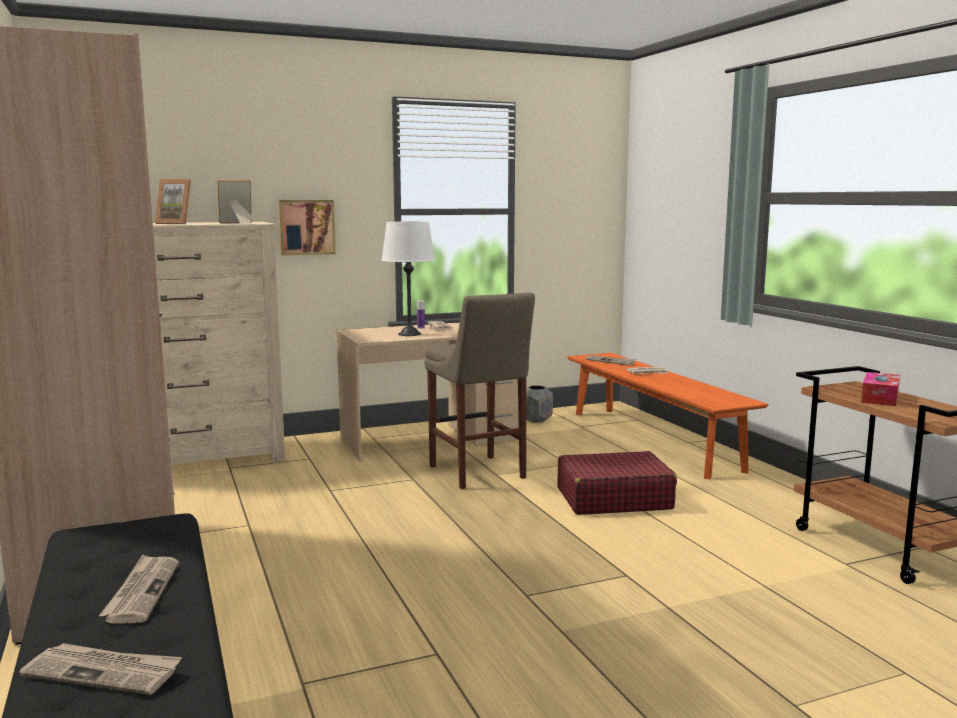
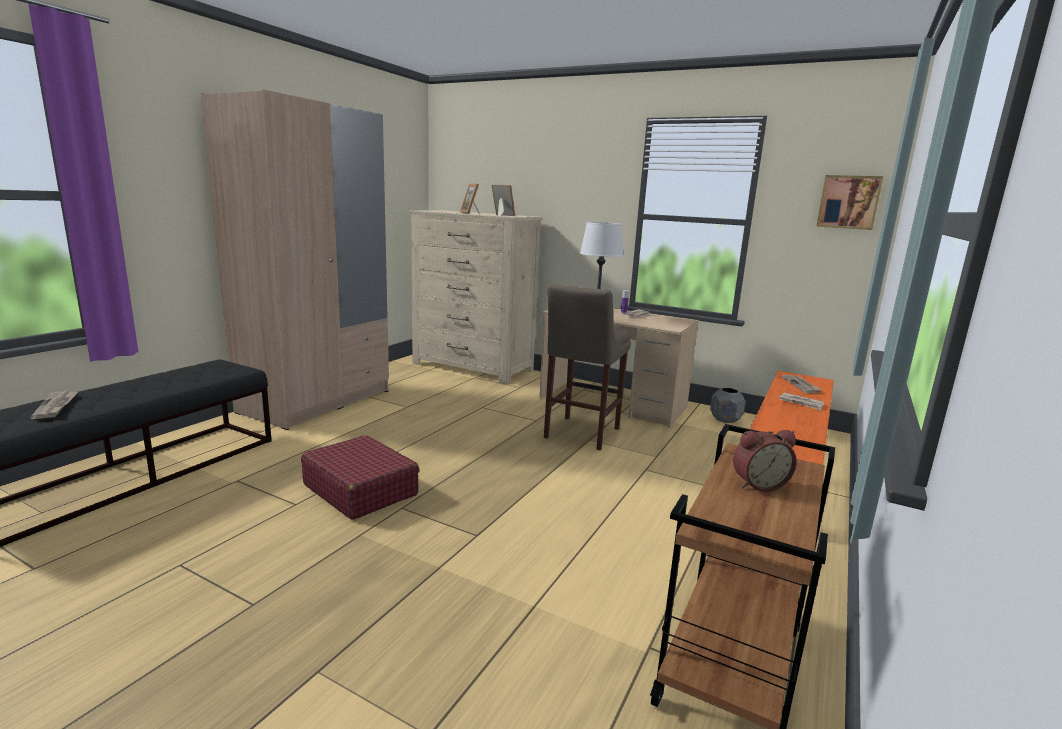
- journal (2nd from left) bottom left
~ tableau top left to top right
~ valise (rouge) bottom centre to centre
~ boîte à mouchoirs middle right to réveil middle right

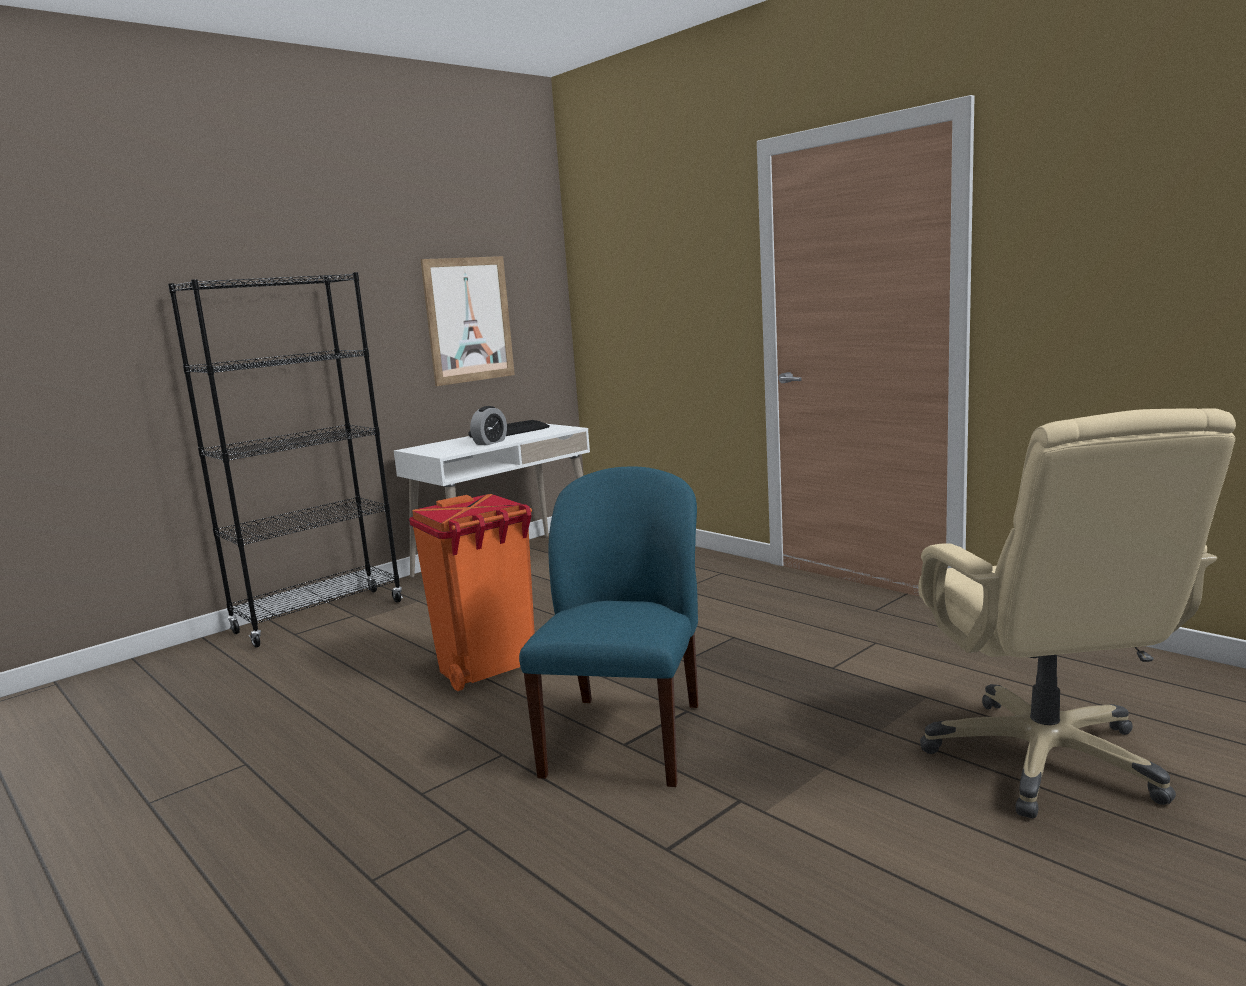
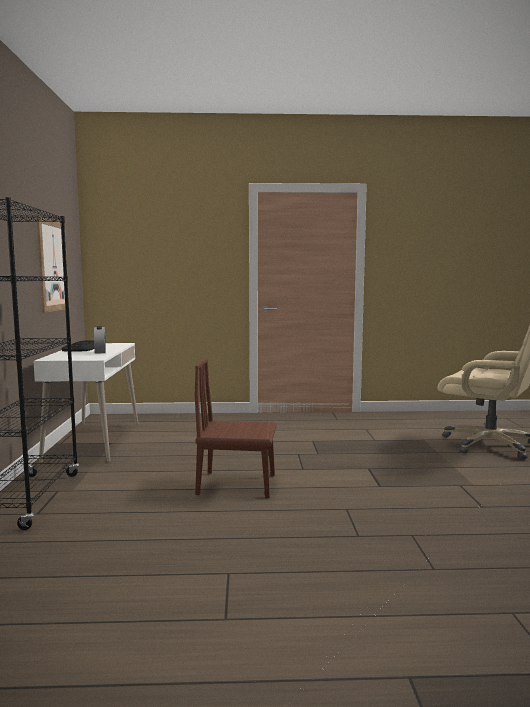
~ poubelle (orange) centre to chaise (marron) centre
- chaise (bleu) centre

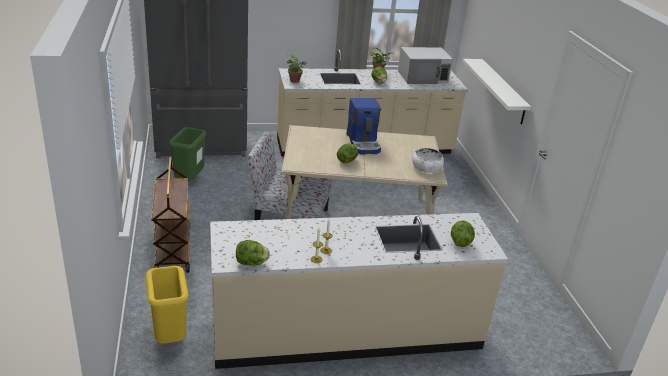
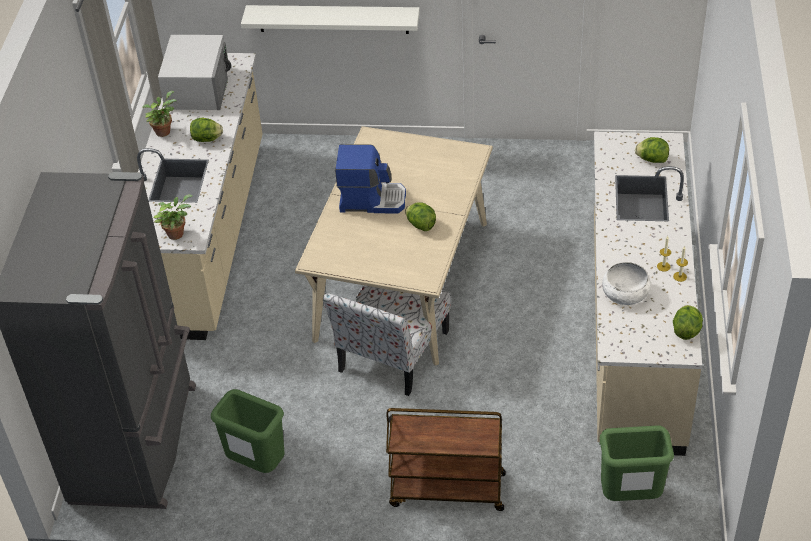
~ poubelle (jaune) bottom left to poubelle (vert) (2nd from left) bottom right
~ bol (blanc) centre to middle right

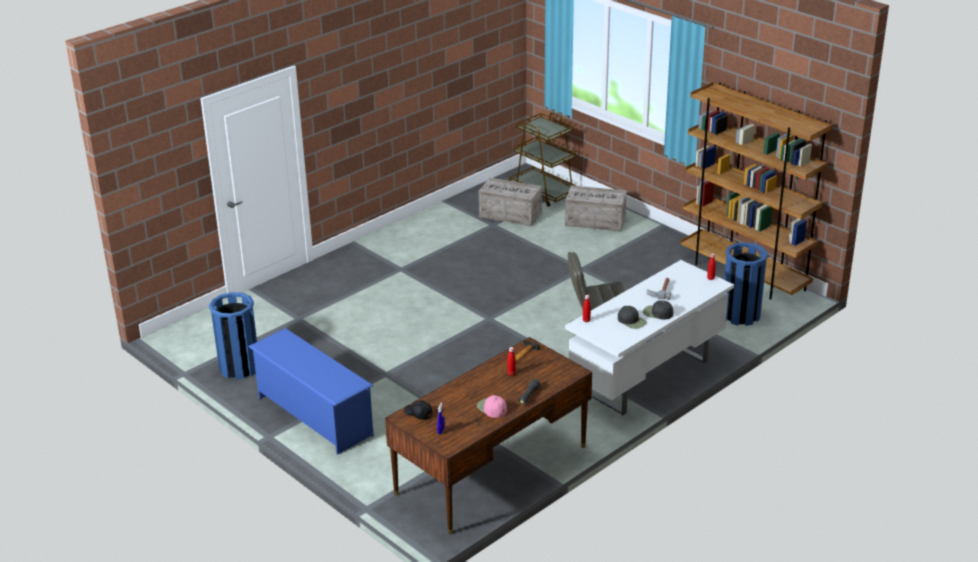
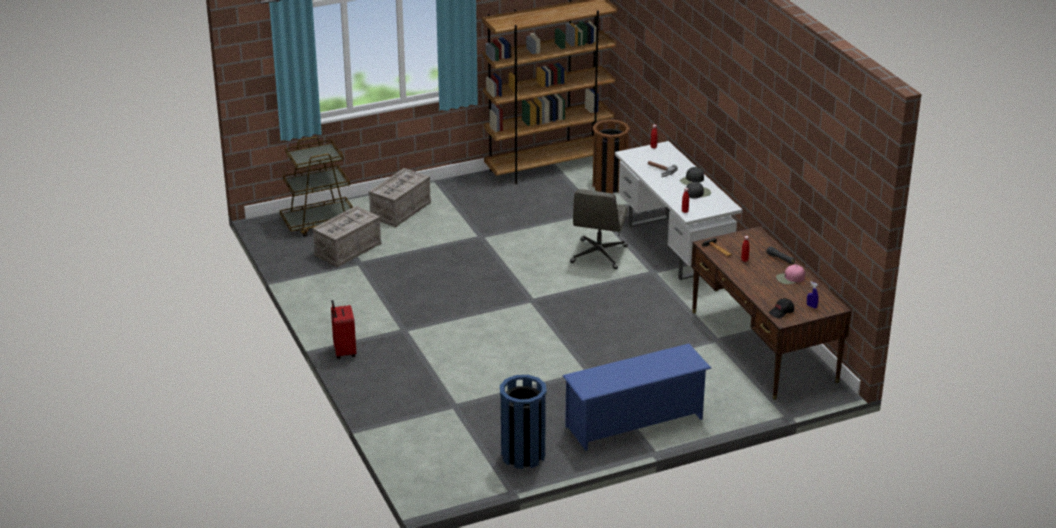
~ poubelle (bleu) (2nd from left) middle right to poubelle (marron) top centre
+ valise (rouge) middle left

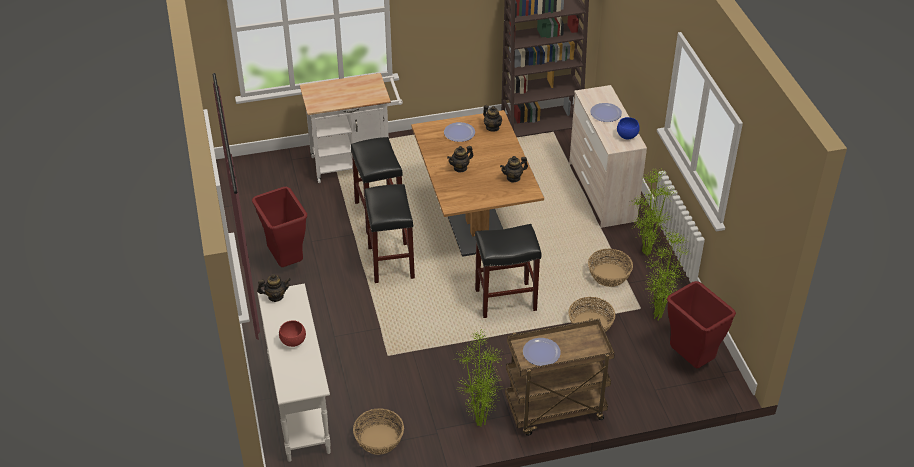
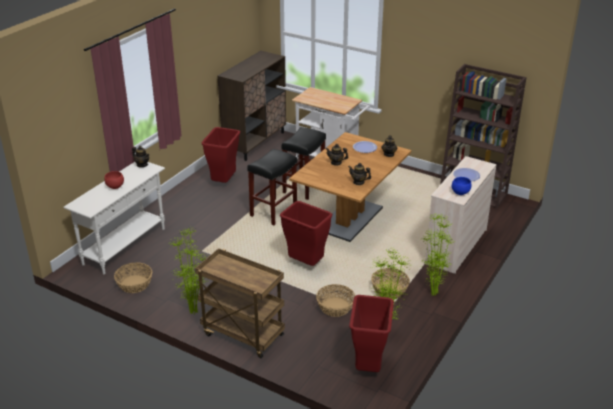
~ tabouret (noir) (3rd from left) centre to poubelle (rouge) (2nd from left) centre
- assiette (2nd from left) bottom centre
+ meuble de rangement (marron) top centre

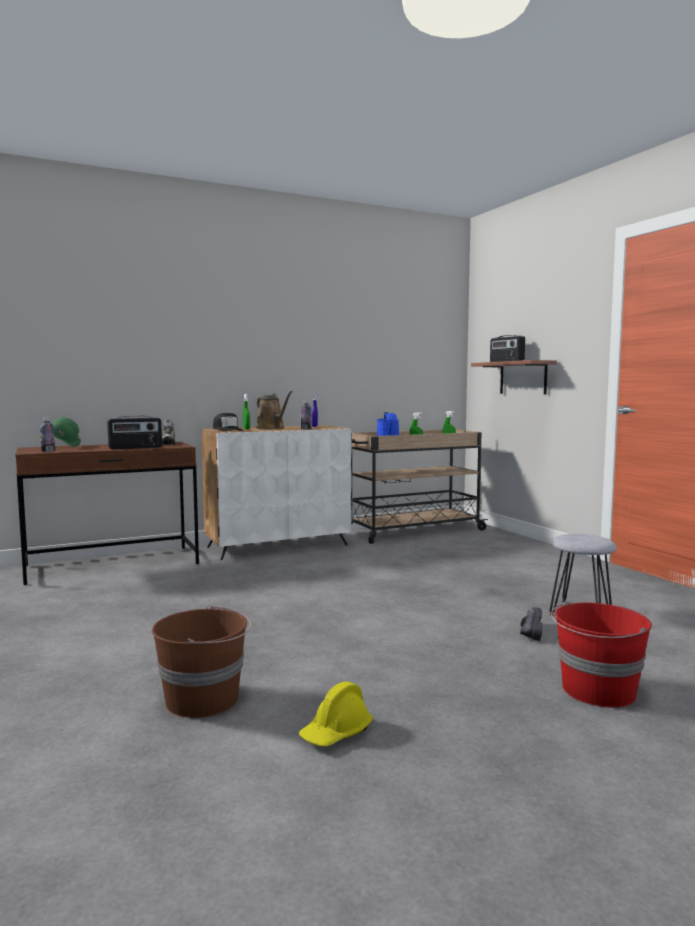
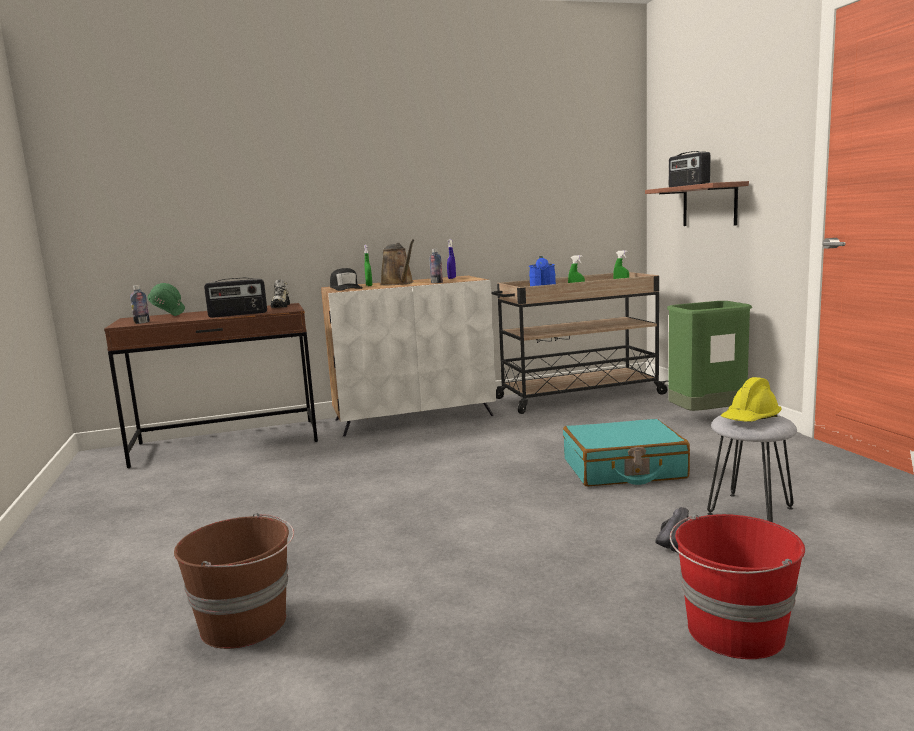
~ casque de chantier (jaune) bottom centre to middle right
+ valise (turquoise) middle right
+ poubelle (vert) middle right

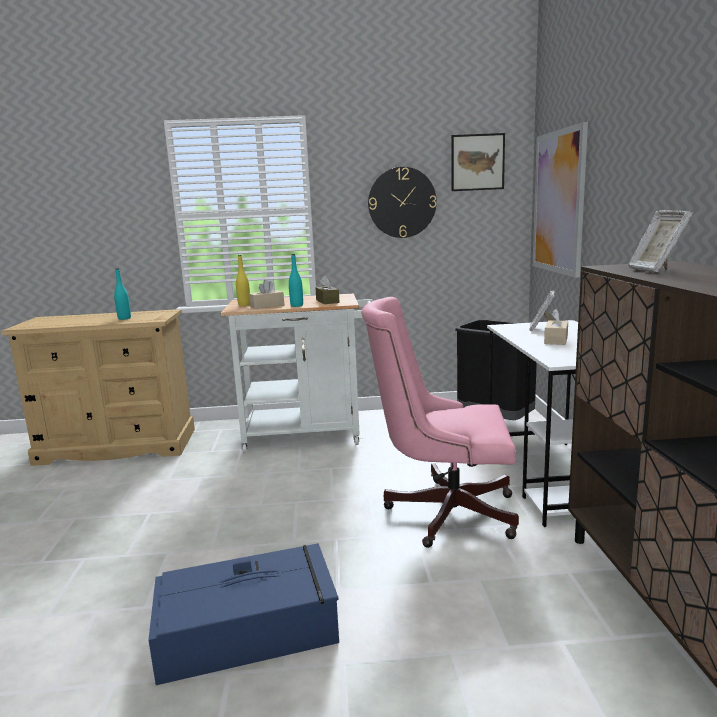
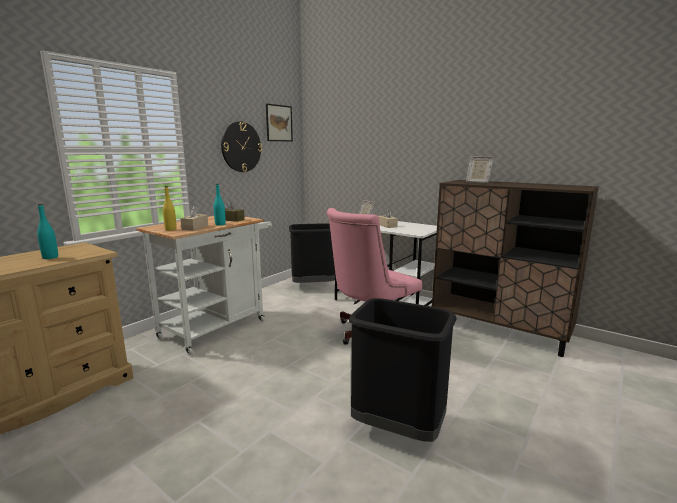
~ boîte de rangement (bleu) bottom centre to poubelle (noir) (2nd from left) bottom centre
- tableau (2nd from left) top right

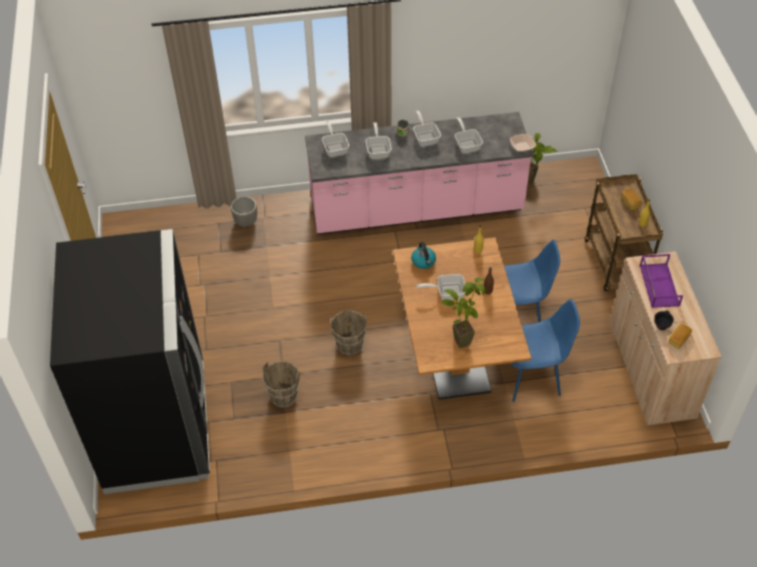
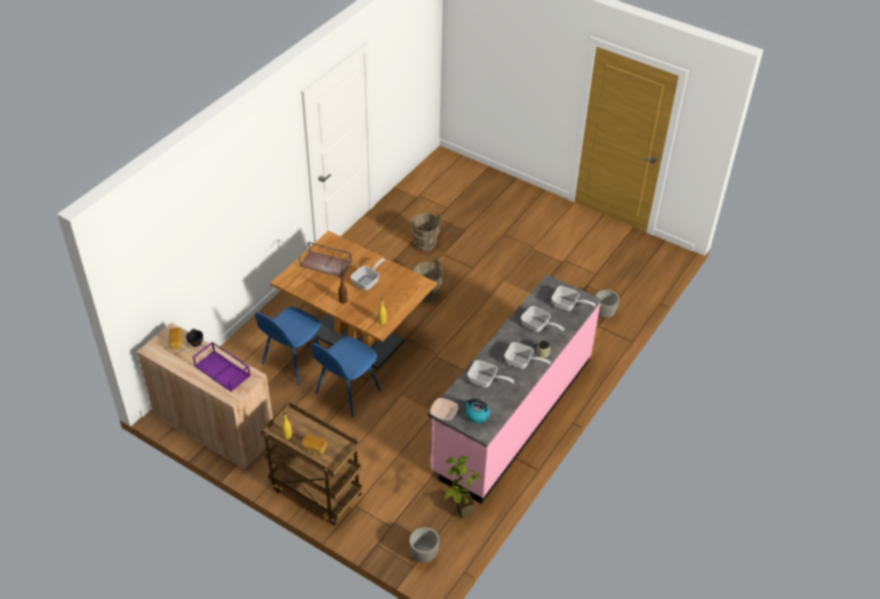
- réfrigérateur (noir) middle left
~ bouilloire centre to bottom centre
~ plante en pot (1st from left) centre to plateau (marron) centre
+ cache-pot (1st from left) bottom centre

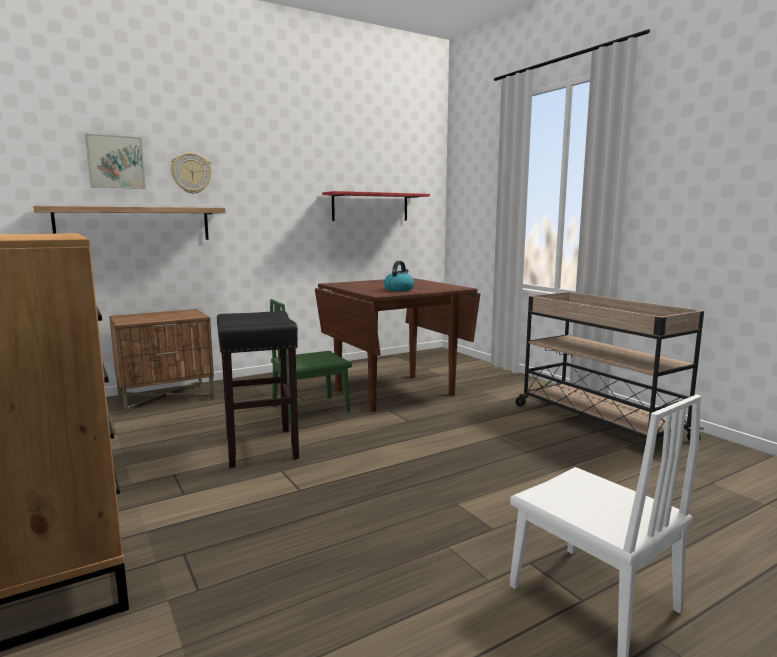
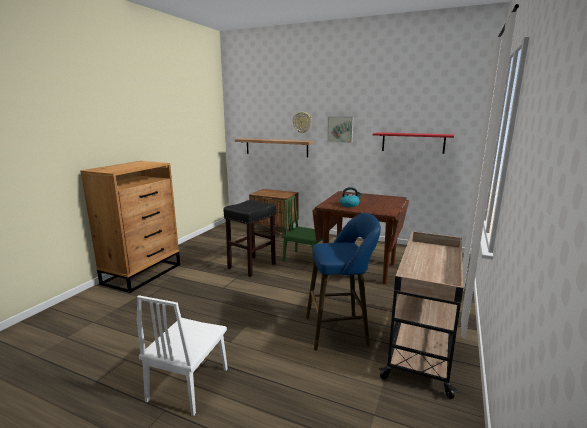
~ tableau top left to top centre
+ tabouret (bleu) centre

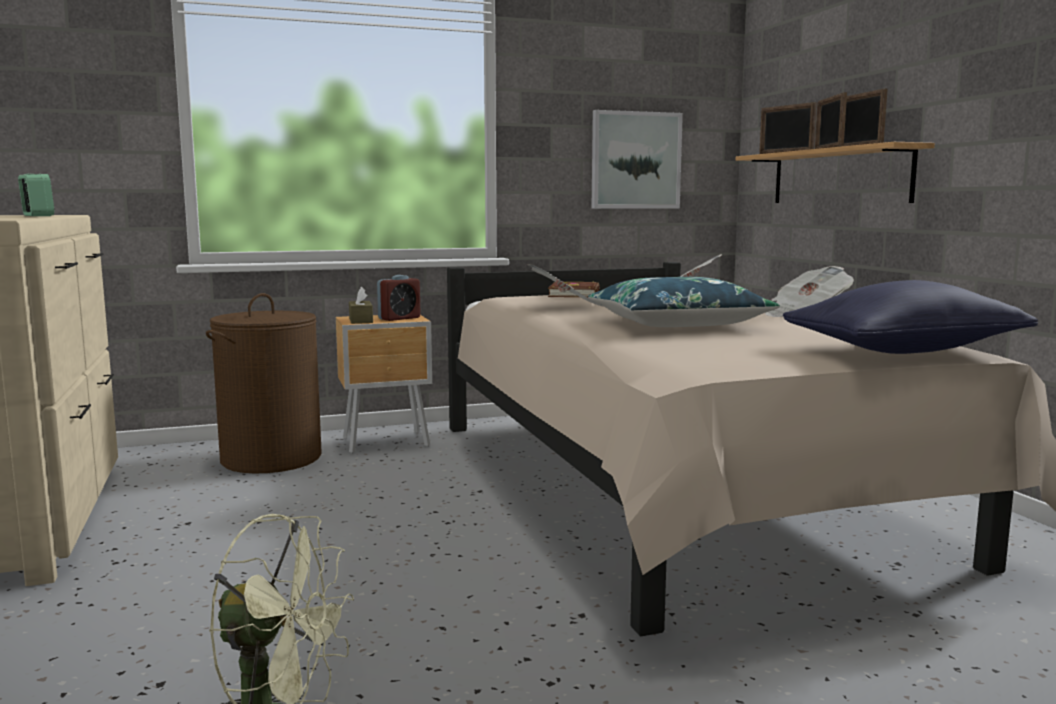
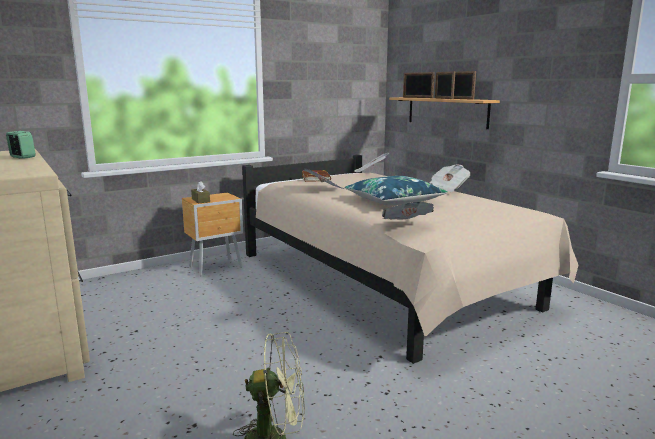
- panier à linge (marron) middle left
- réveil (2nd from left) centre
- tableau top centre
- coussin (bleu) (2nd from left) middle right
+ journal (3rd from left) centre

